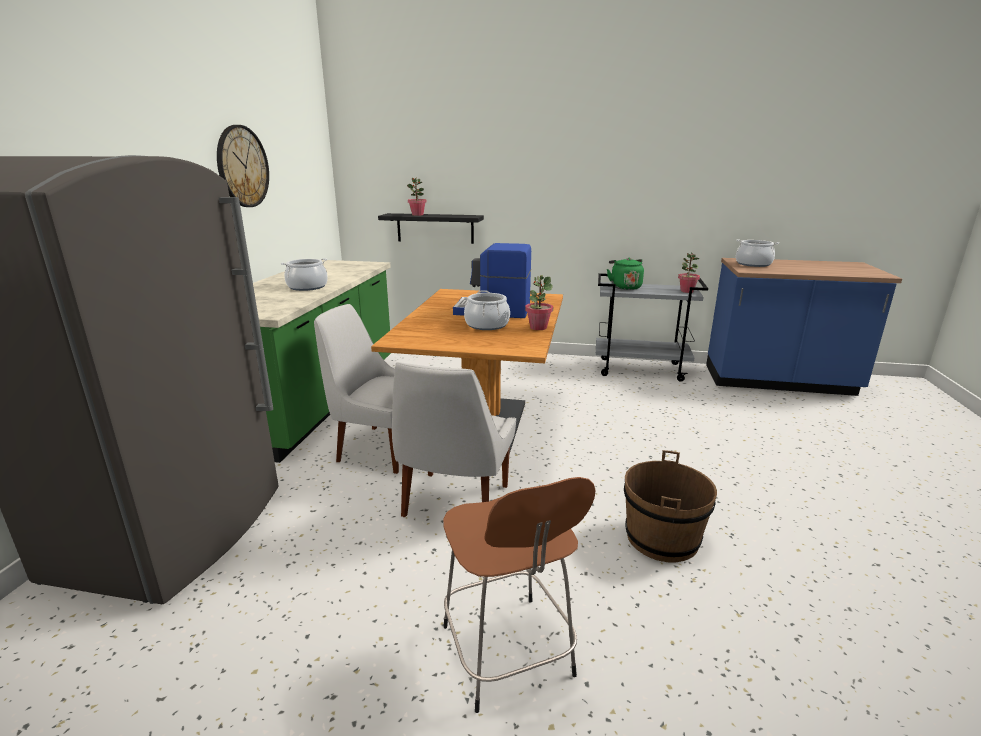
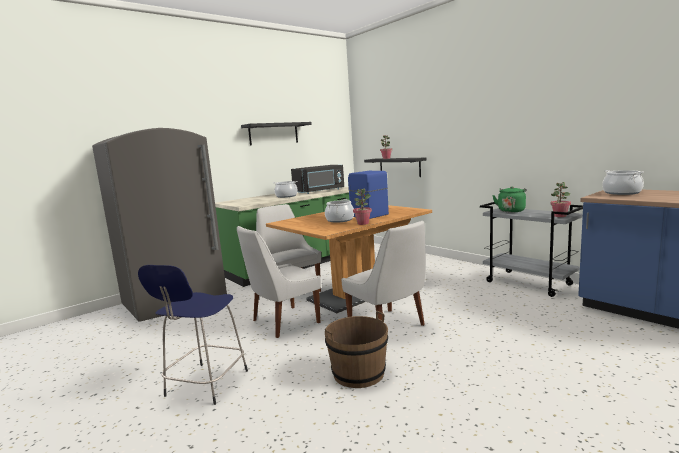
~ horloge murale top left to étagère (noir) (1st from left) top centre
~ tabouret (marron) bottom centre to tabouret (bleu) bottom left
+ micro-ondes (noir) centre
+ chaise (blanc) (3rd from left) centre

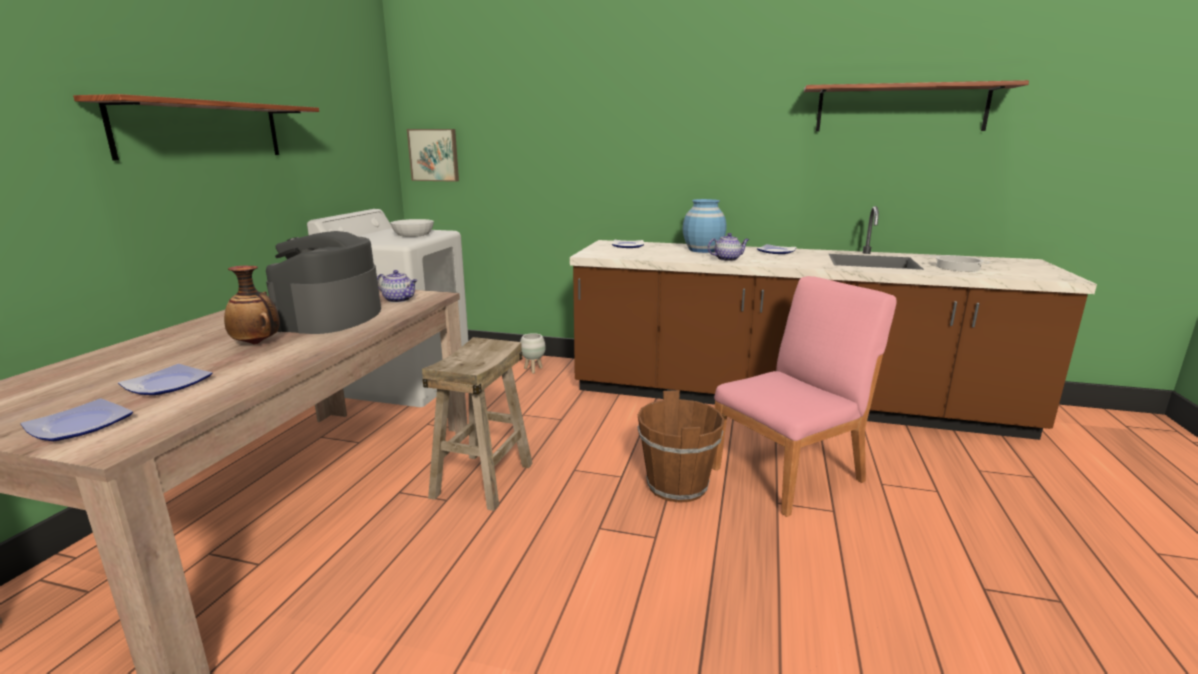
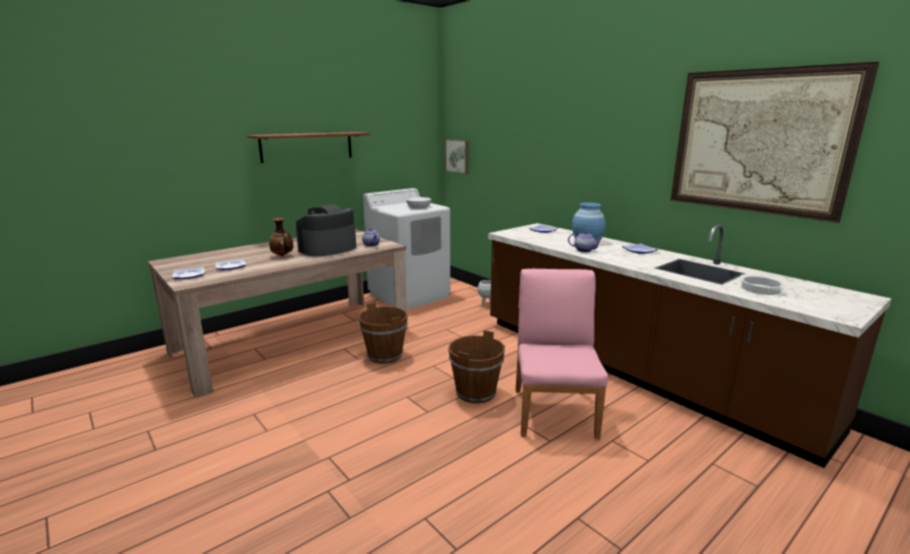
~ tabouret (beige) centre to seau (marron) (1st from left) centre
~ chaise (rose) middle right = centre 90 degrees counterclockwise
~ étagère (2nd from left) top right to tableau (2nd from left) top right

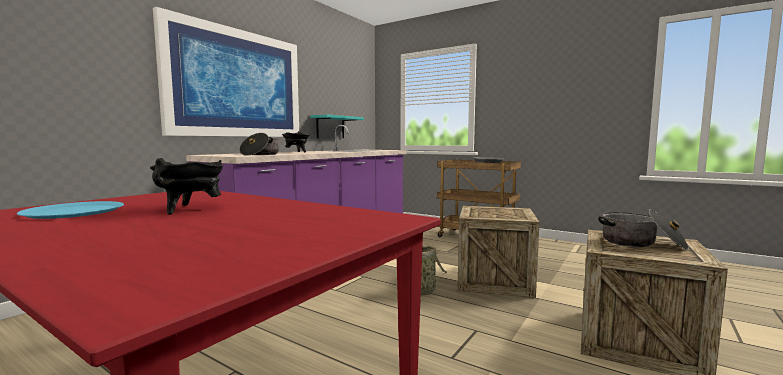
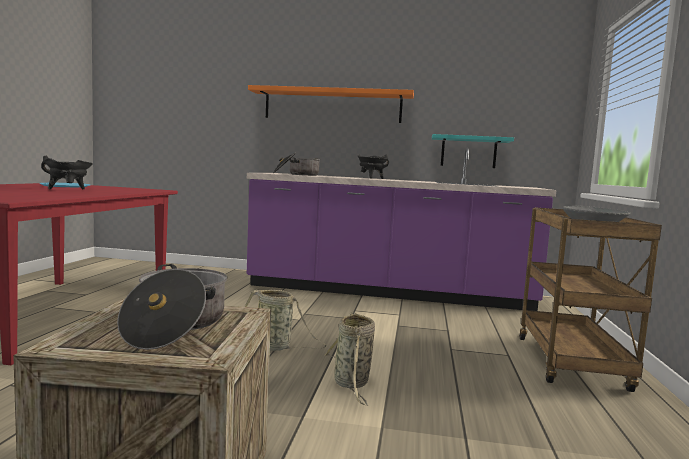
~ tableau top left to étagère (orange) top centre
~ caisse (1st from left) bottom centre to panier (2nd from left) bottom centre

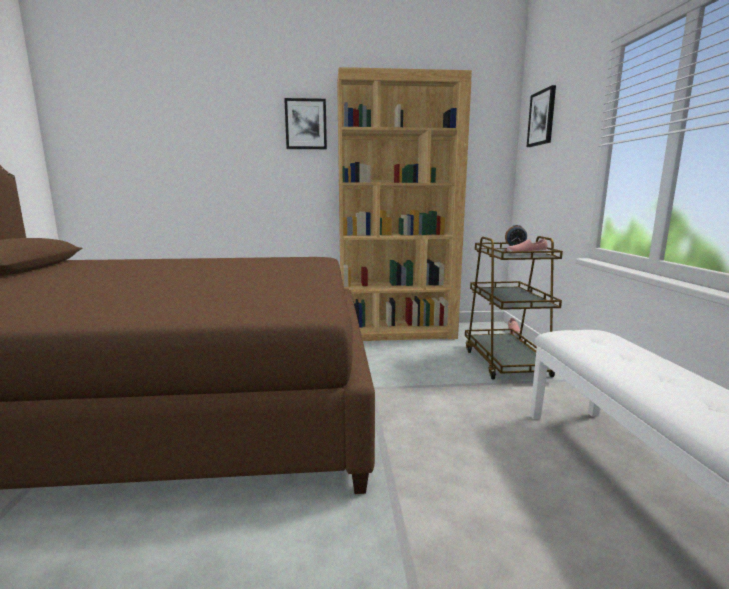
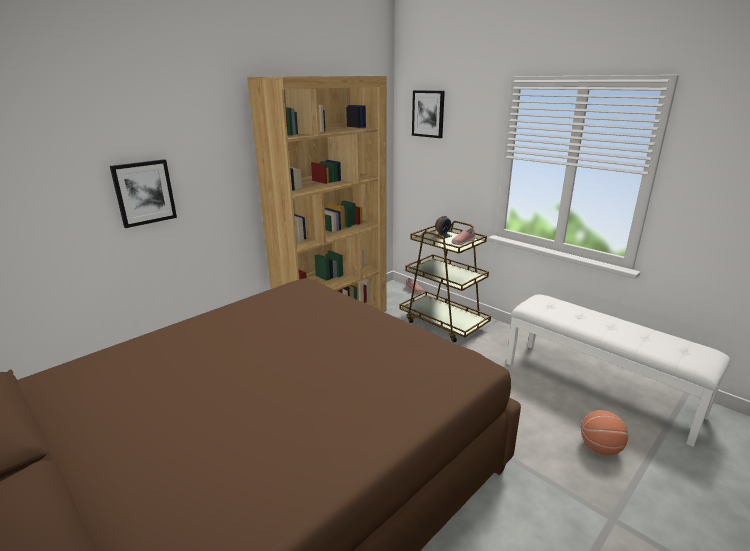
~ tableau (1st from left) top centre to middle left
+ ballon de basket bottom right

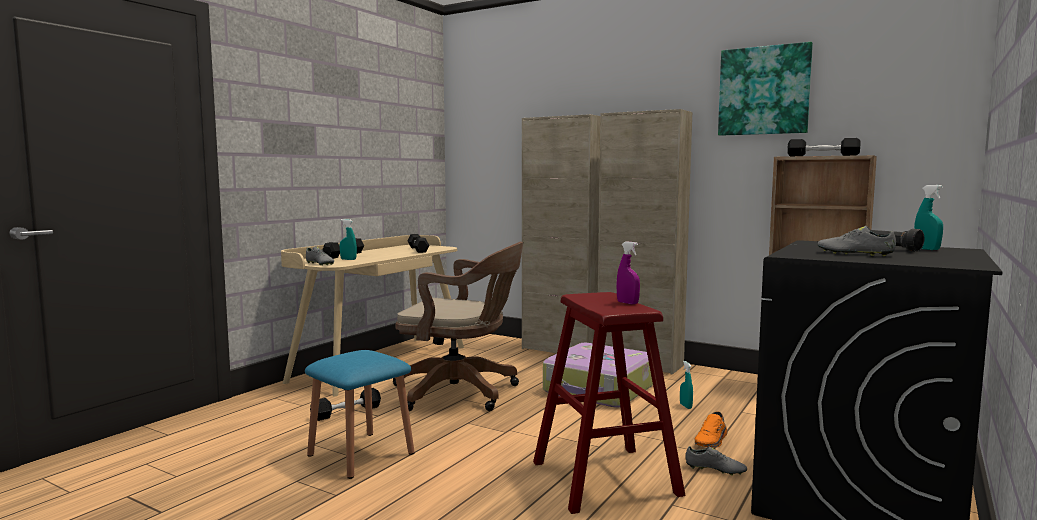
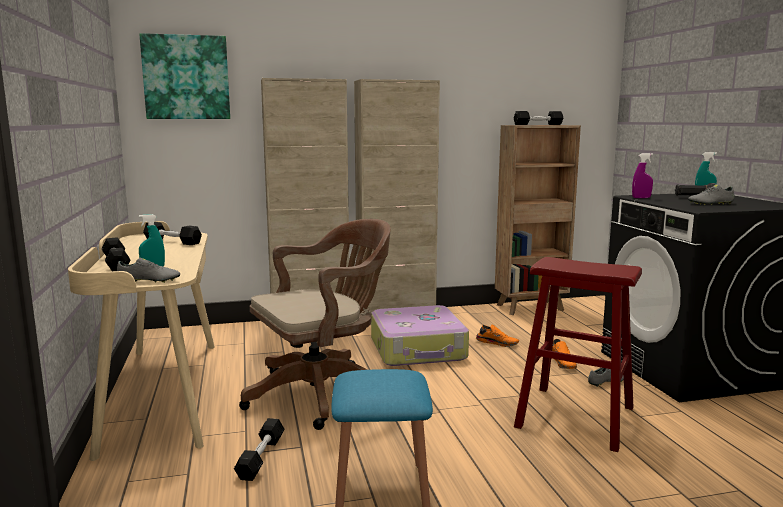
~ vaporisateur (violet) centre to middle right
~ vaporisateur (turquoise) (2nd from left) bottom centre to chaussure (orange) (1st from left) centre
~ tableau top right to top left

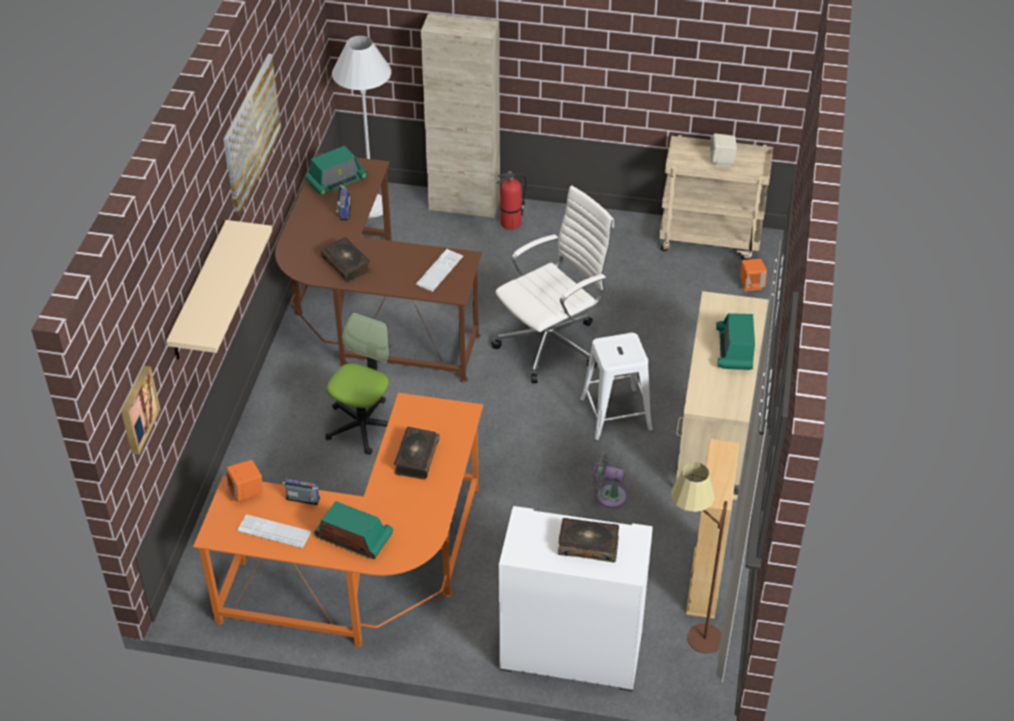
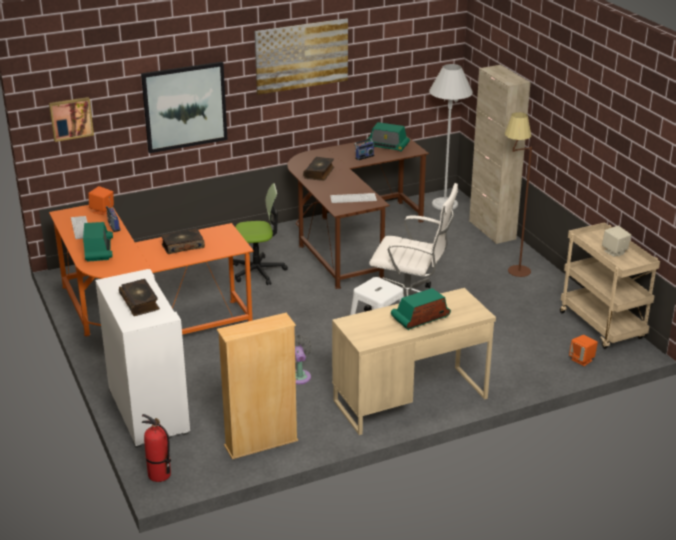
~ étagère (beige) middle left to tableau (2nd from left) top left
~ extincteur top centre to bottom left
~ lampadaire (marron) bottom right to middle right

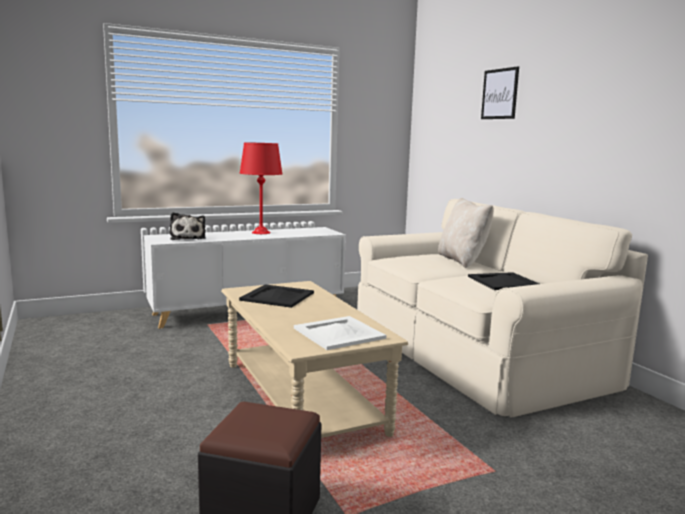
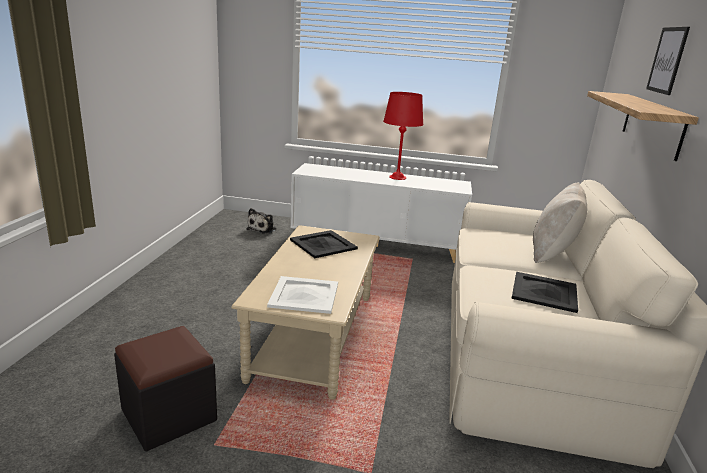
~ peluche middle left to centre
+ étagère top right

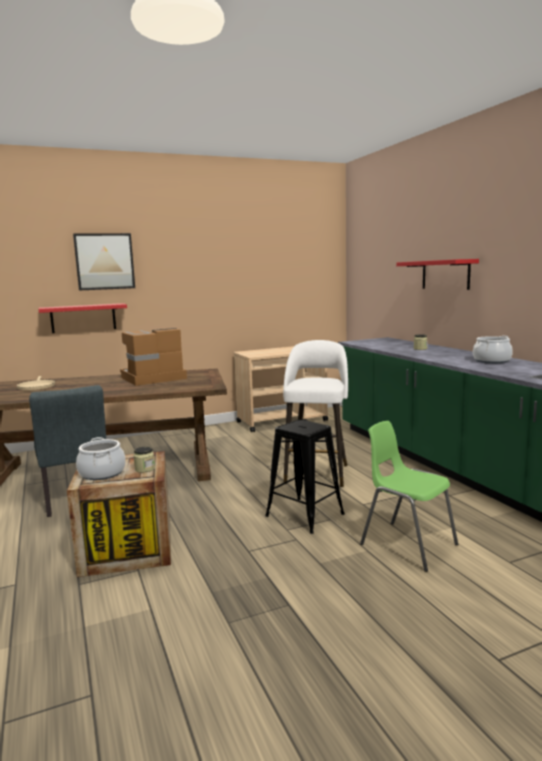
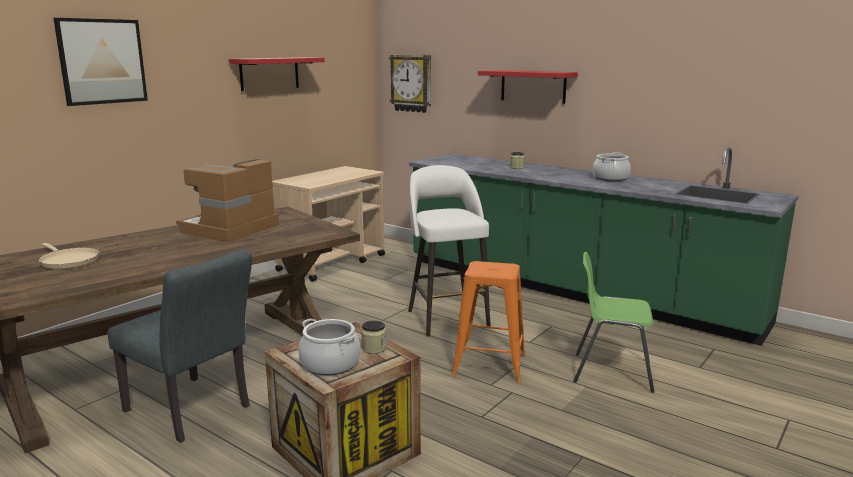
~ étagère (rouge) (1st from left) middle left to top left
~ tabouret (noir) centre to tabouret (orange) bottom centre
+ horloge murale top centre

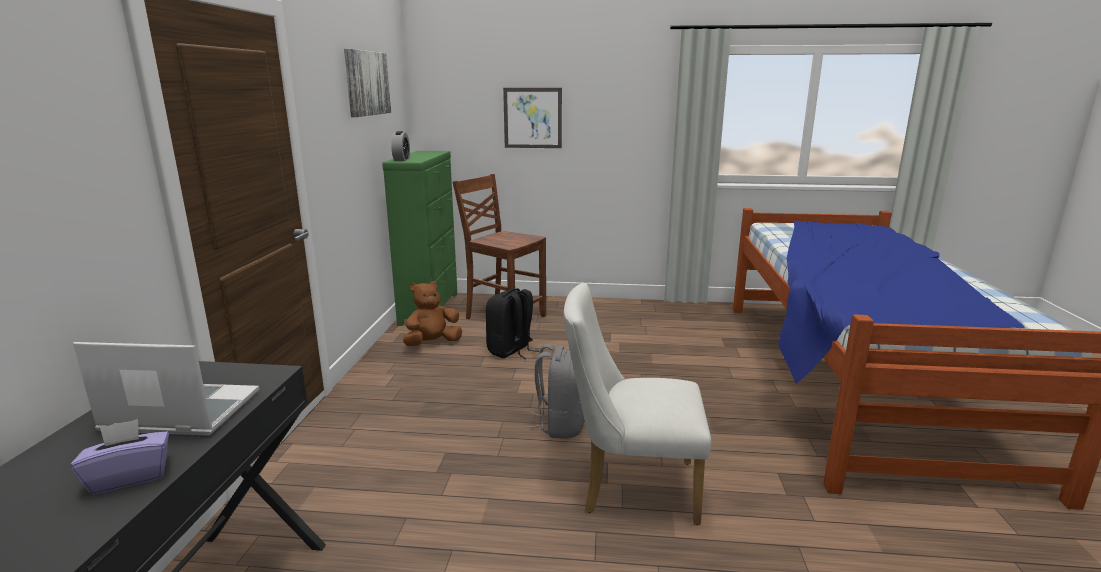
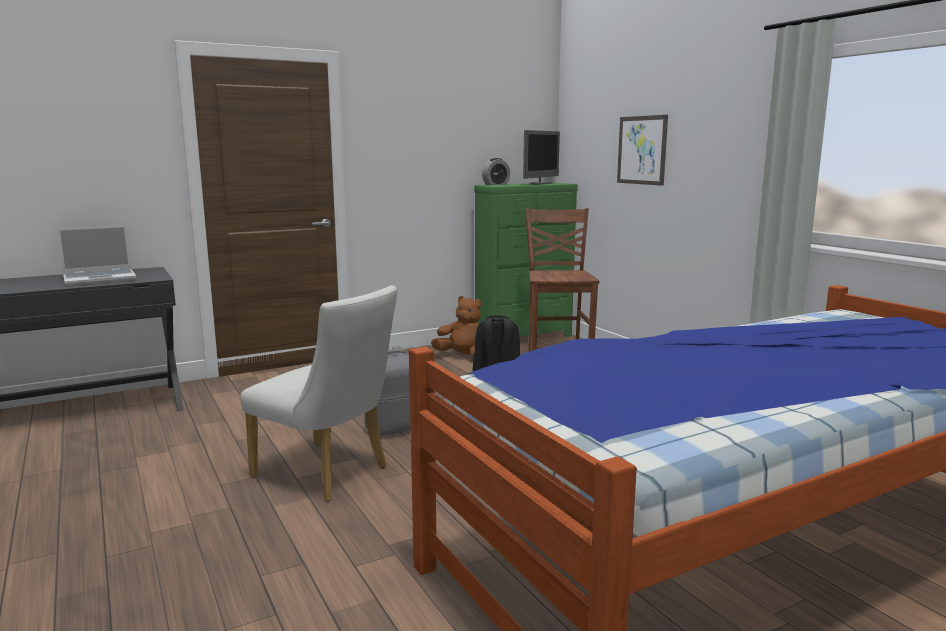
- boîte à mouchoirs (violet) bottom left
~ ordinateur portable bottom left = middle left 90 degrees clockwise
- tableau (1st from left) top centre
~ chaise (blanc) bottom centre = centre 150 degrees clockwise
+ écran d'ordinateur top centre

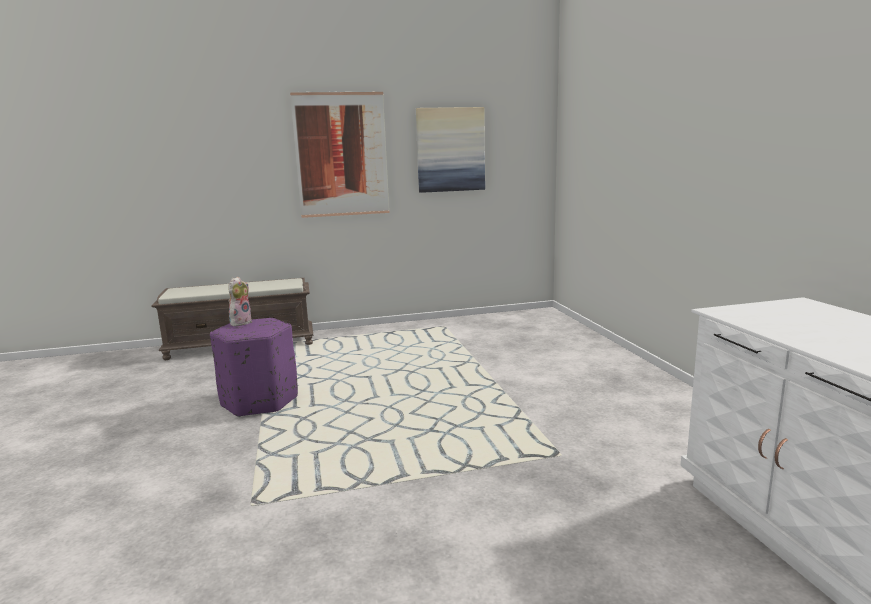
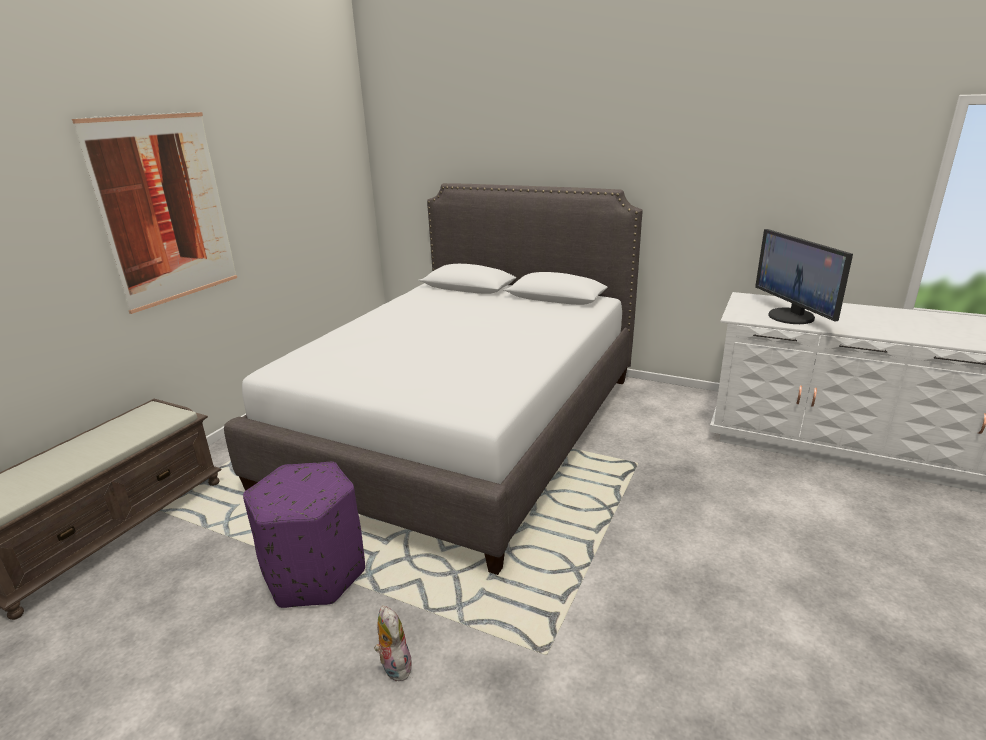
~ peluche middle left to bottom centre
- tableau (2nd from left) top centre
+ lit (blanc) centre
+ écran d'ordinateur middle right

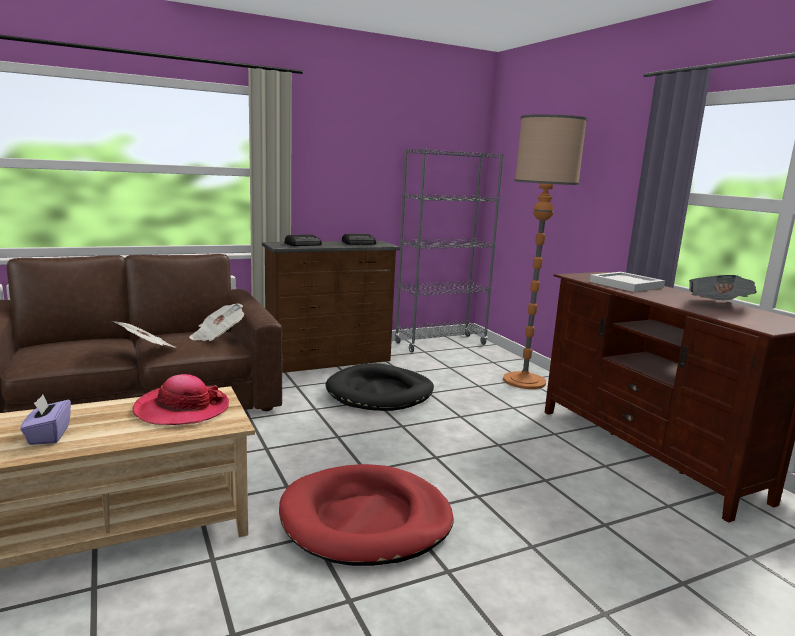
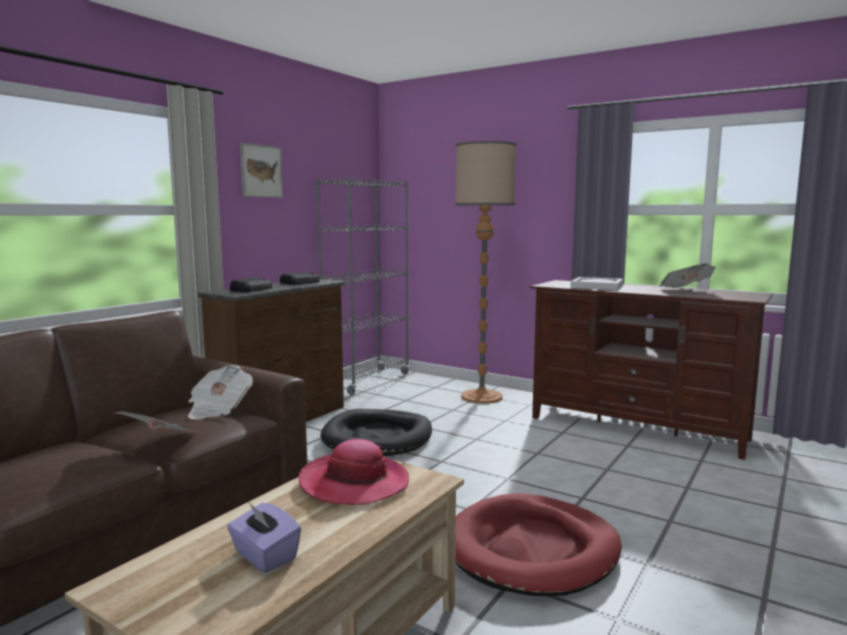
+ tableau top left

